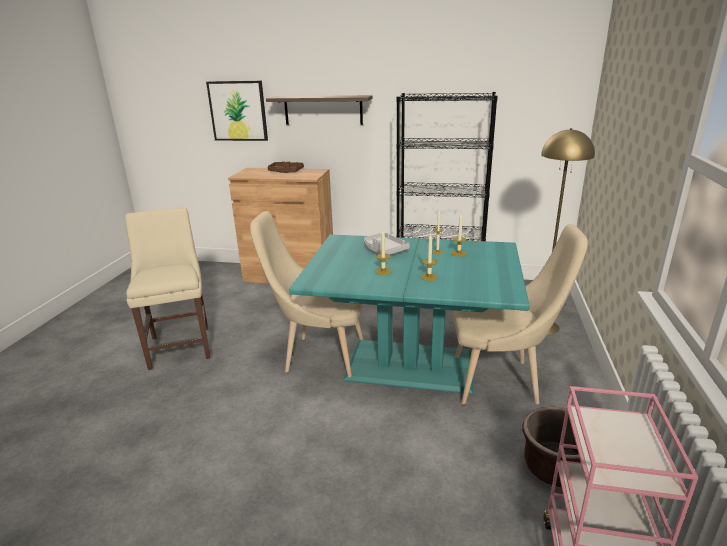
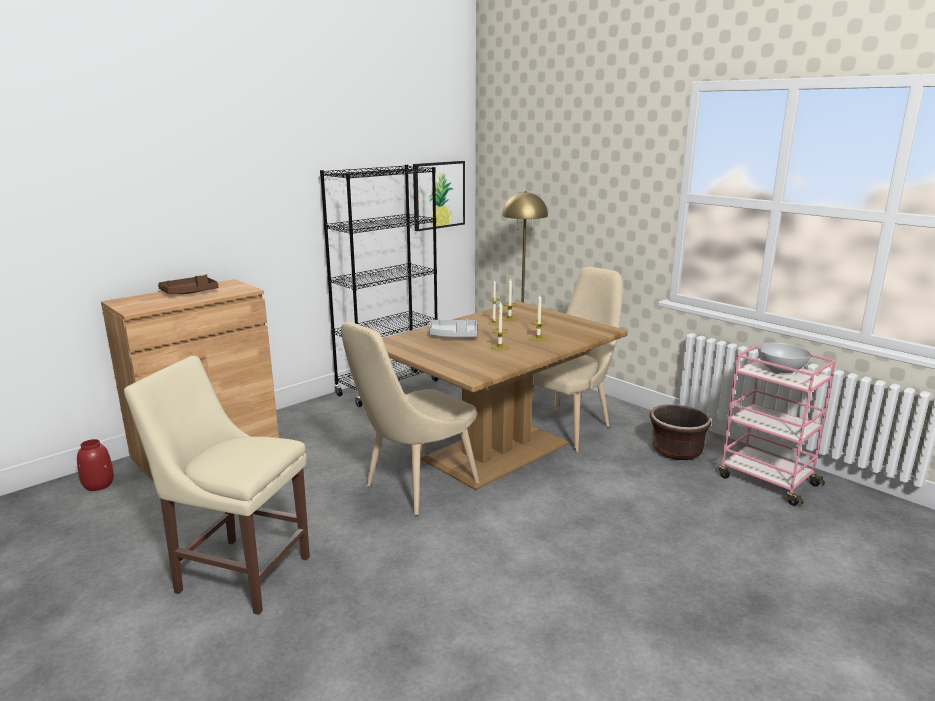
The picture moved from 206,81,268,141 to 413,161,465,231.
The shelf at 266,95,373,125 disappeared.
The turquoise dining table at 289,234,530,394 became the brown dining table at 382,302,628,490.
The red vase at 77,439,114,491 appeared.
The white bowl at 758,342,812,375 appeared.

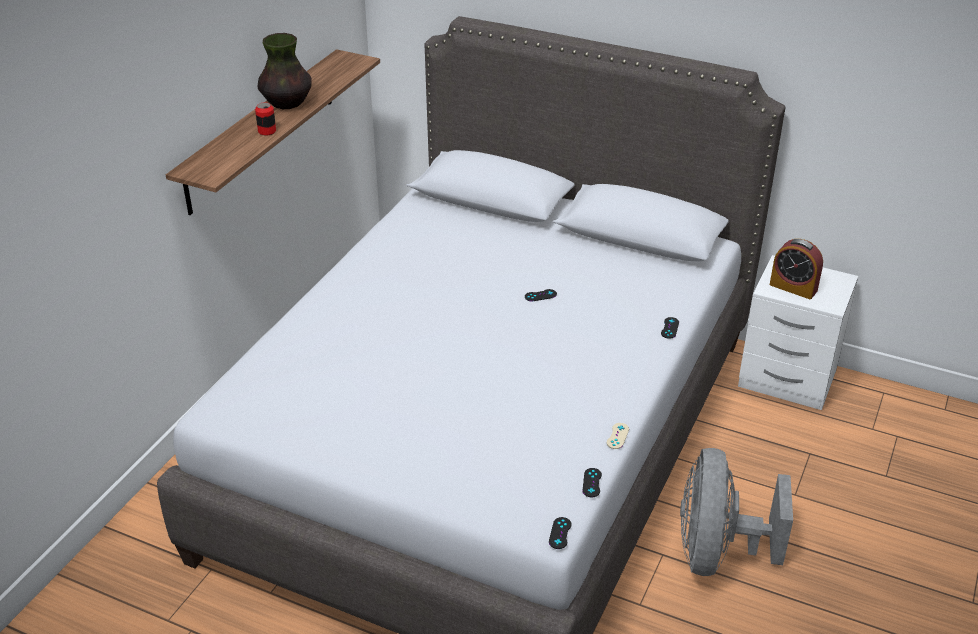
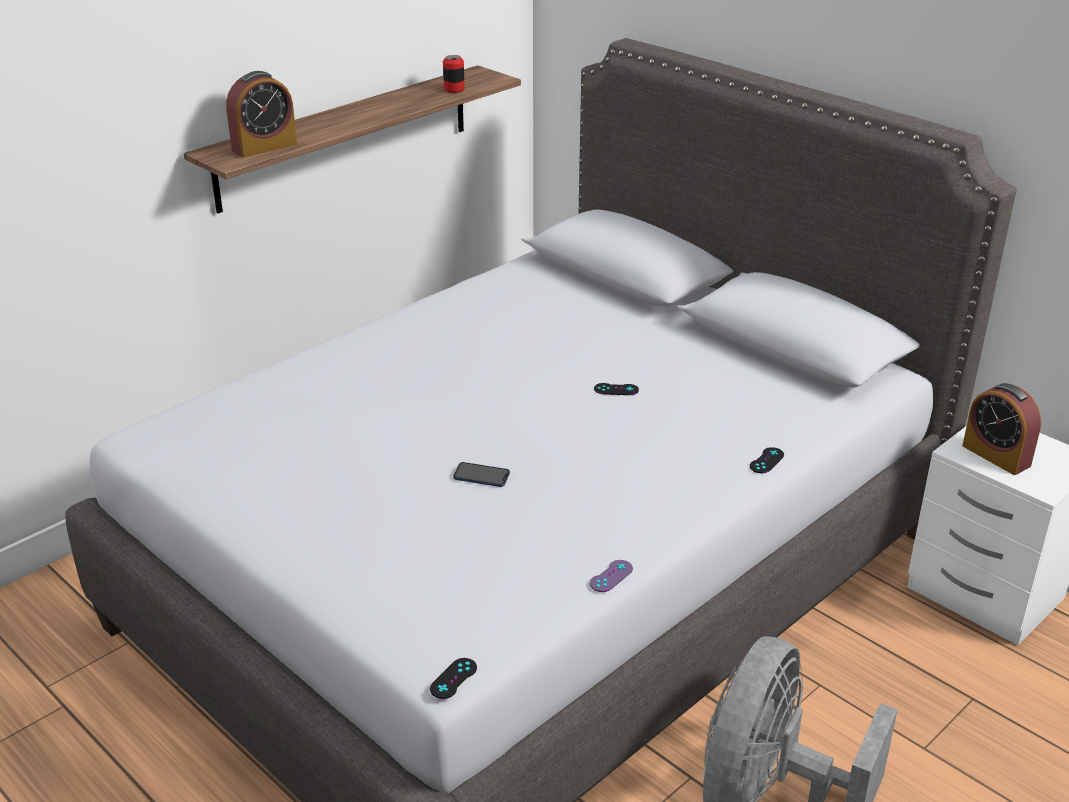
The can moved from 255,103,276,135 to 443,55,465,93.
The vase at 258,33,312,109 disappeared.
The black game controller at 582,468,602,497 disappeared.
The beige game controller at 607,423,629,449 became the purple game controller at 590,560,633,592.
The alarm clock at 226,71,297,158 appeared.
The phone at 453,462,510,487 appeared.

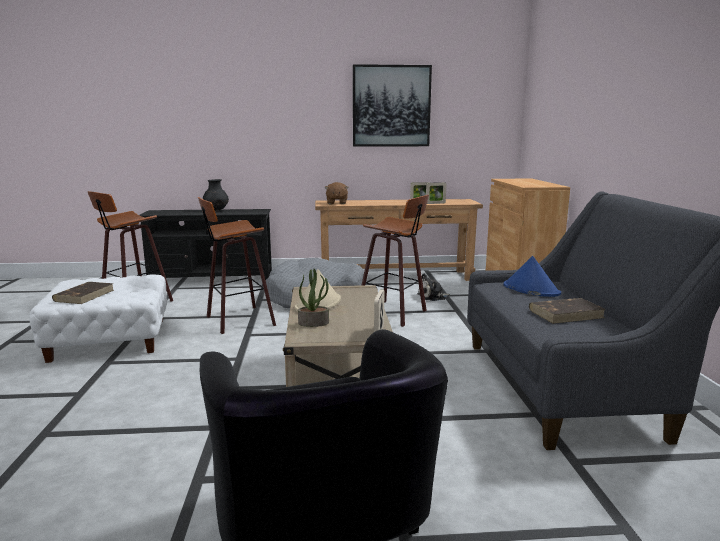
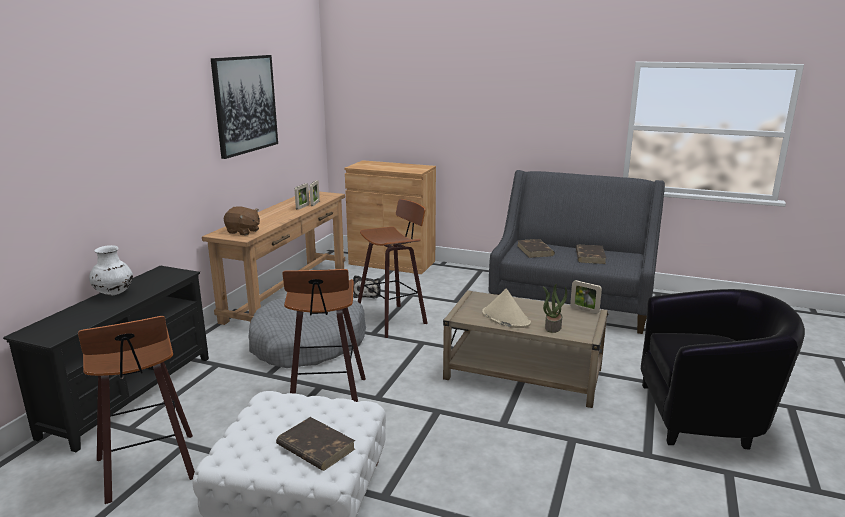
The black vase at 203,179,229,211 became the white vase at 89,245,133,295.
The blue hat at 504,256,561,297 was replaced by the brown book at 517,239,555,258.

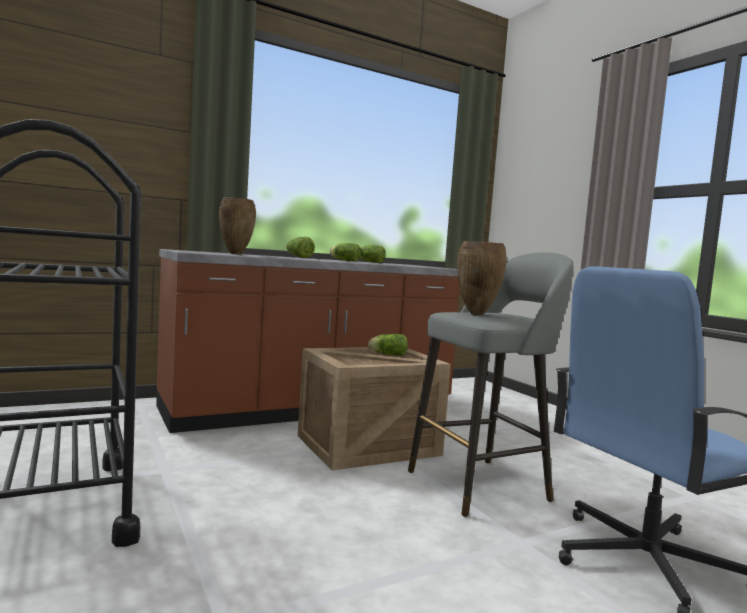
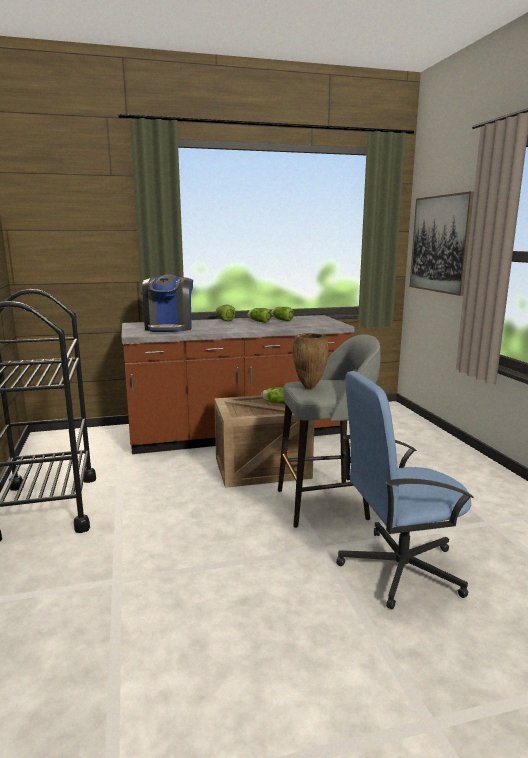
The brown vase at 219,197,256,255 was replaced by the coffee machine at 142,275,193,332.
The picture at 410,191,474,296 appeared.

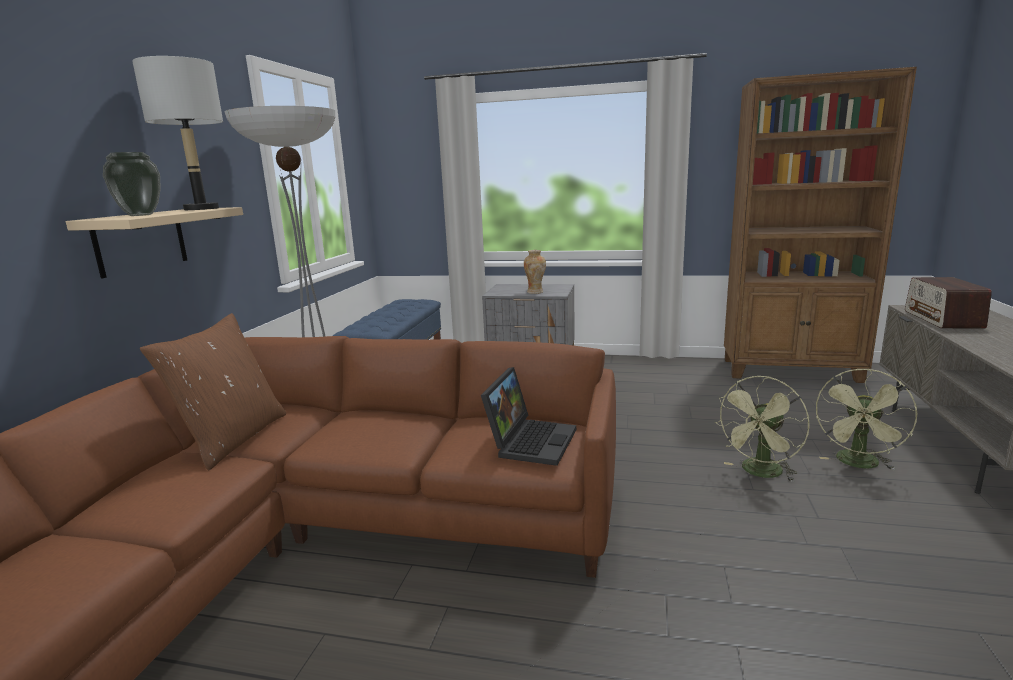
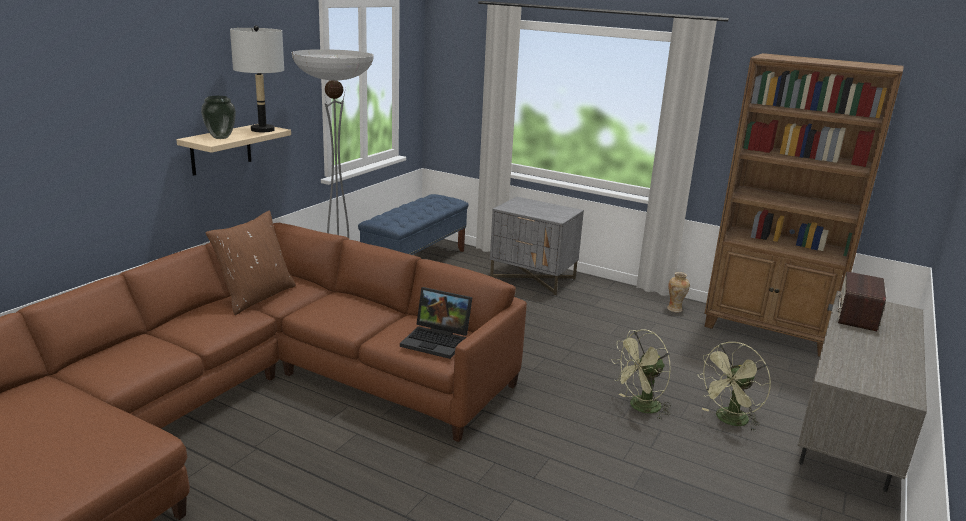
The laptop at 481,367,576,466 turned 75 degrees clockwise.
The vase moved from 524,250,546,294 to 667,272,690,313.

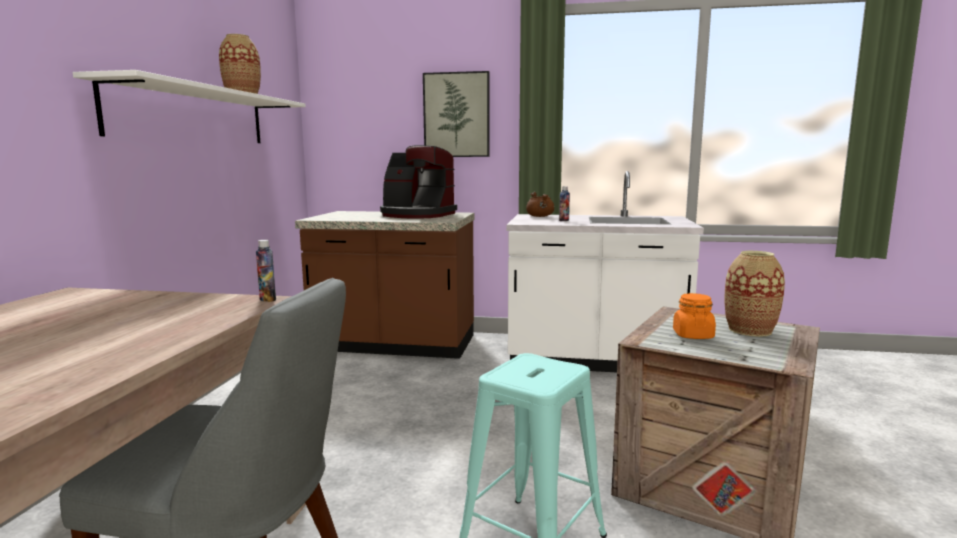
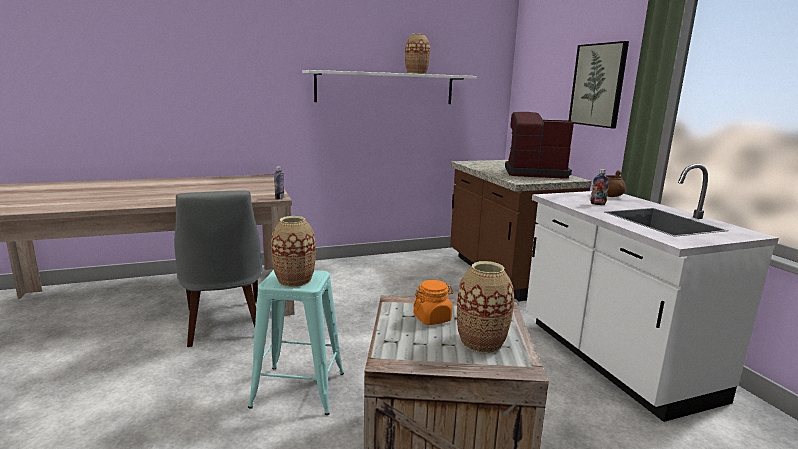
The coffee machine at 380,145,457,219 turned 105 degrees clockwise.
The vase at 271,216,316,287 appeared.

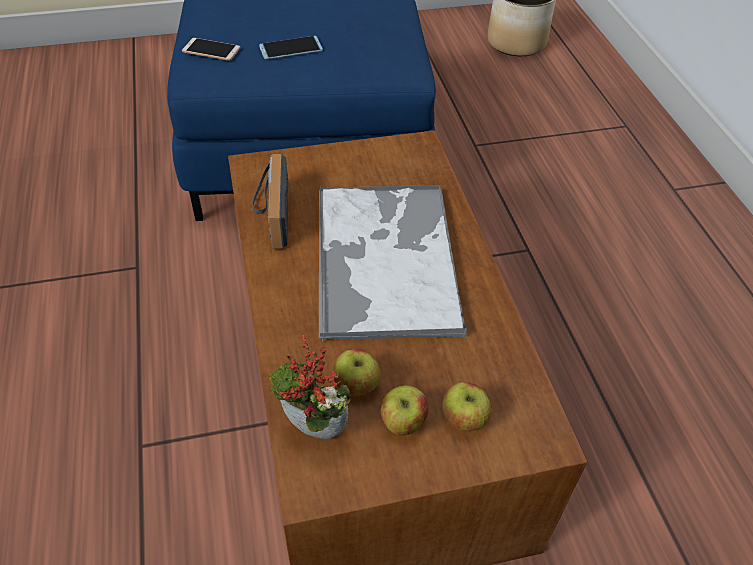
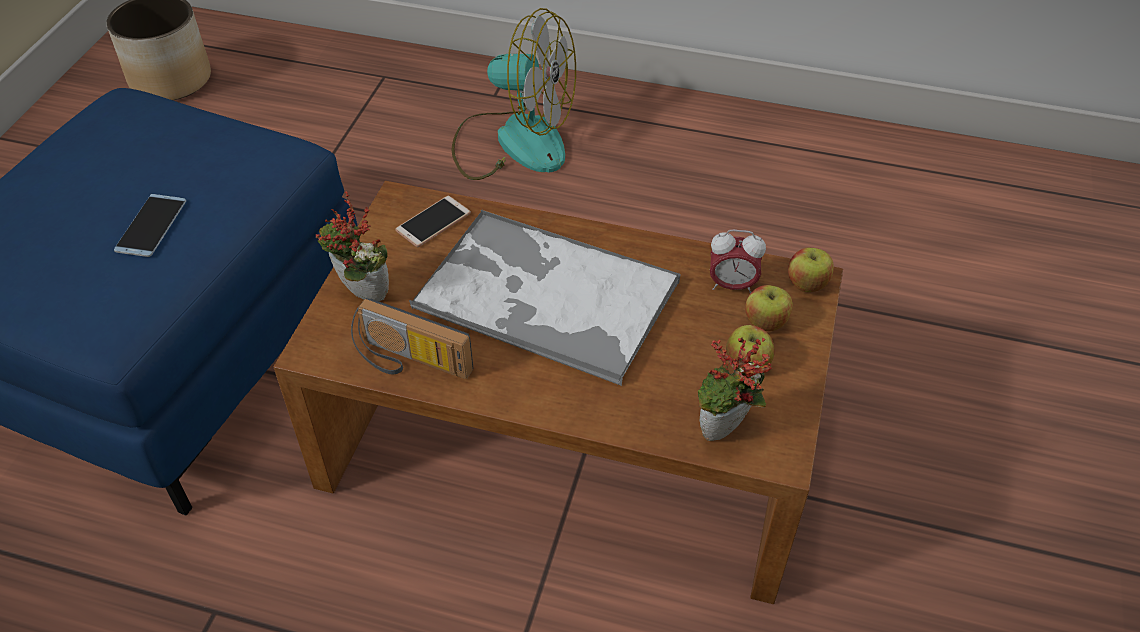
The phone moved from 182,38,241,61 to 395,196,471,247.
The apple moved from 333,349,381,396 to 788,248,834,292.
The potted plant at 316,191,389,301 appeared.
The fan at 452,8,576,180 appeared.
The alarm clock at 710,229,766,293 appeared.

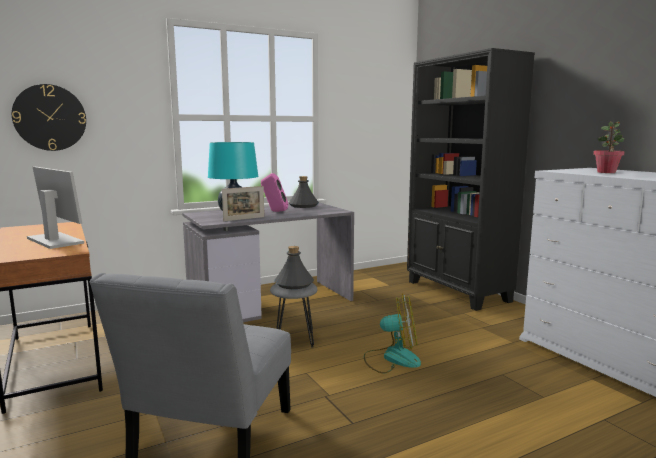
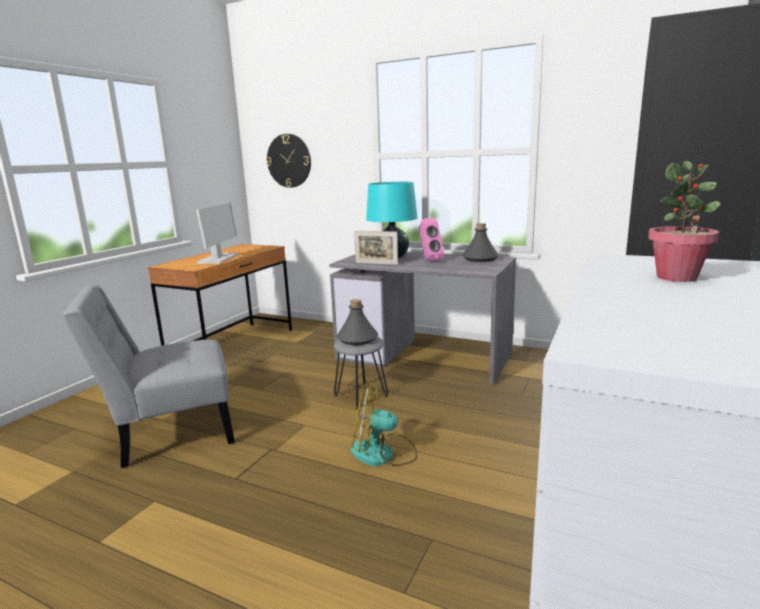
The fan at 364,293,421,373 turned 120 degrees clockwise.

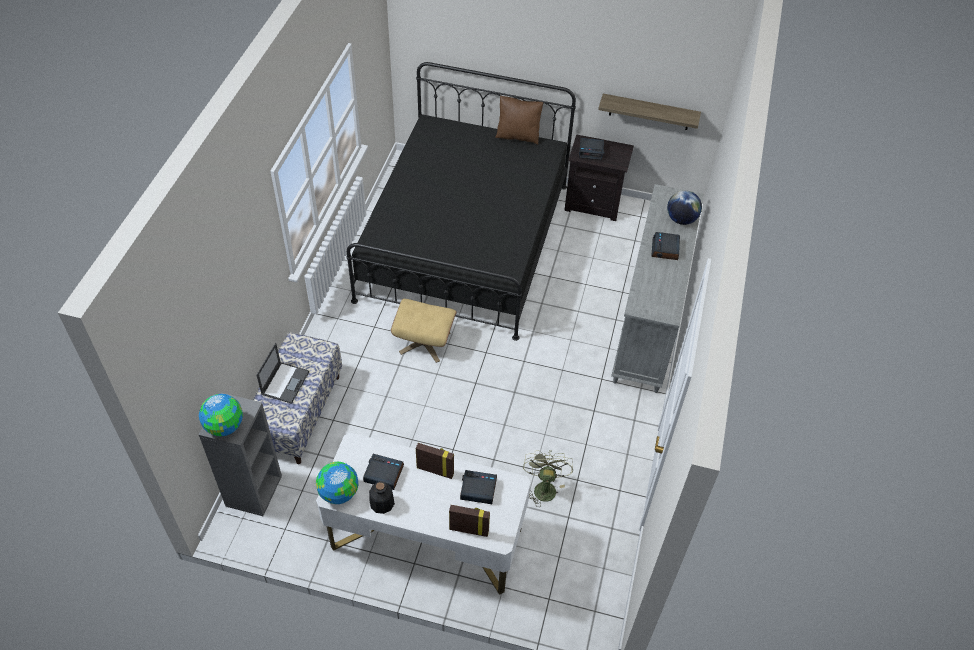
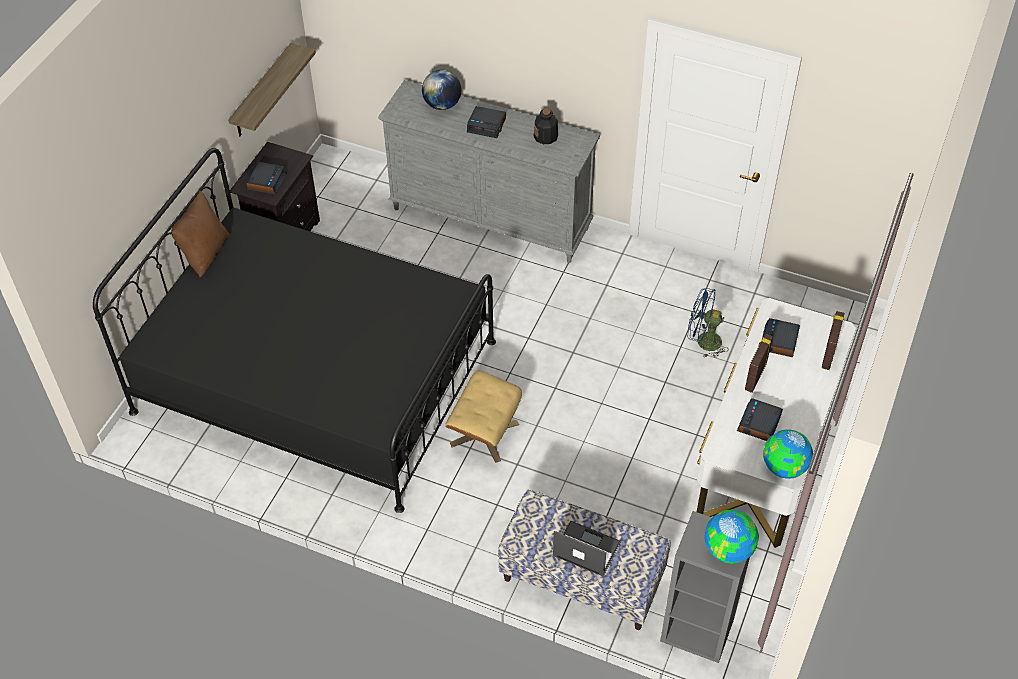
The bottle moved from 369,481,395,514 to 534,109,558,144.
The green fan at 523,450,573,507 became the blue fan at 688,288,729,358.

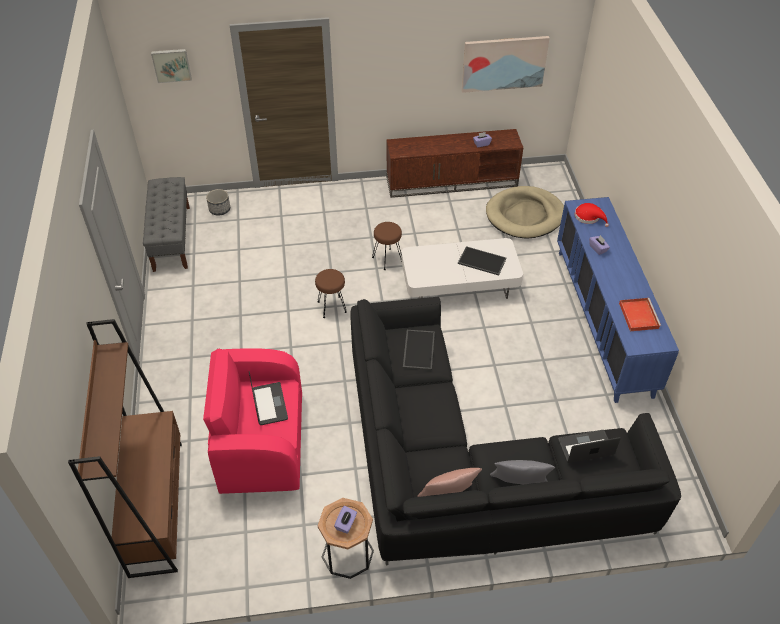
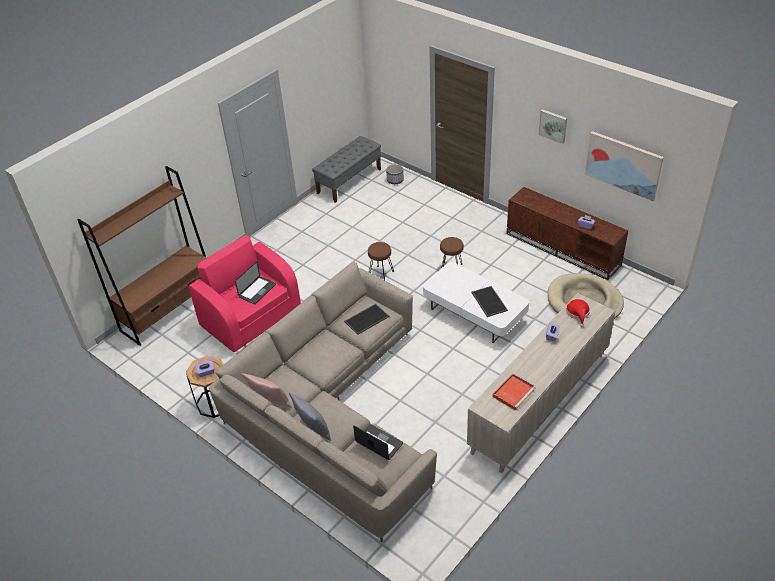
The picture moved from 151,49,192,83 to 538,109,567,144.
The black sofa at 351,297,681,566 became the beige sofa at 209,262,437,542.
The blue cabinet at 557,197,679,403 became the beige cabinet at 467,293,615,473.

